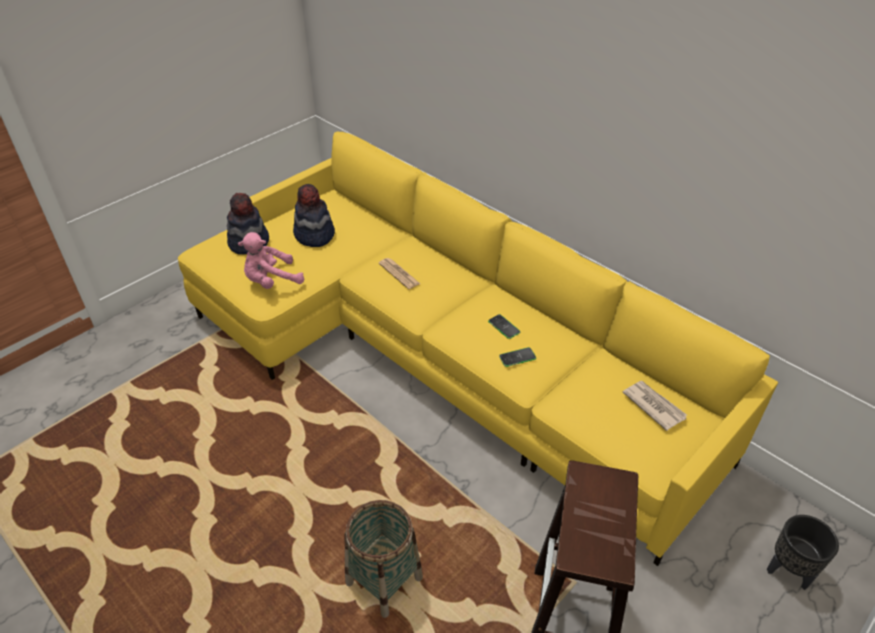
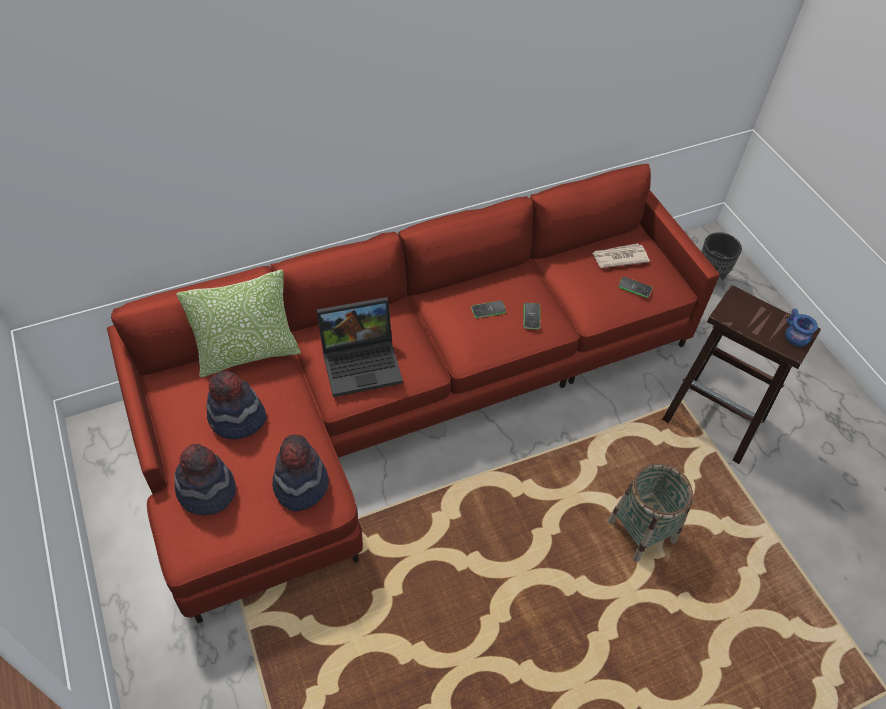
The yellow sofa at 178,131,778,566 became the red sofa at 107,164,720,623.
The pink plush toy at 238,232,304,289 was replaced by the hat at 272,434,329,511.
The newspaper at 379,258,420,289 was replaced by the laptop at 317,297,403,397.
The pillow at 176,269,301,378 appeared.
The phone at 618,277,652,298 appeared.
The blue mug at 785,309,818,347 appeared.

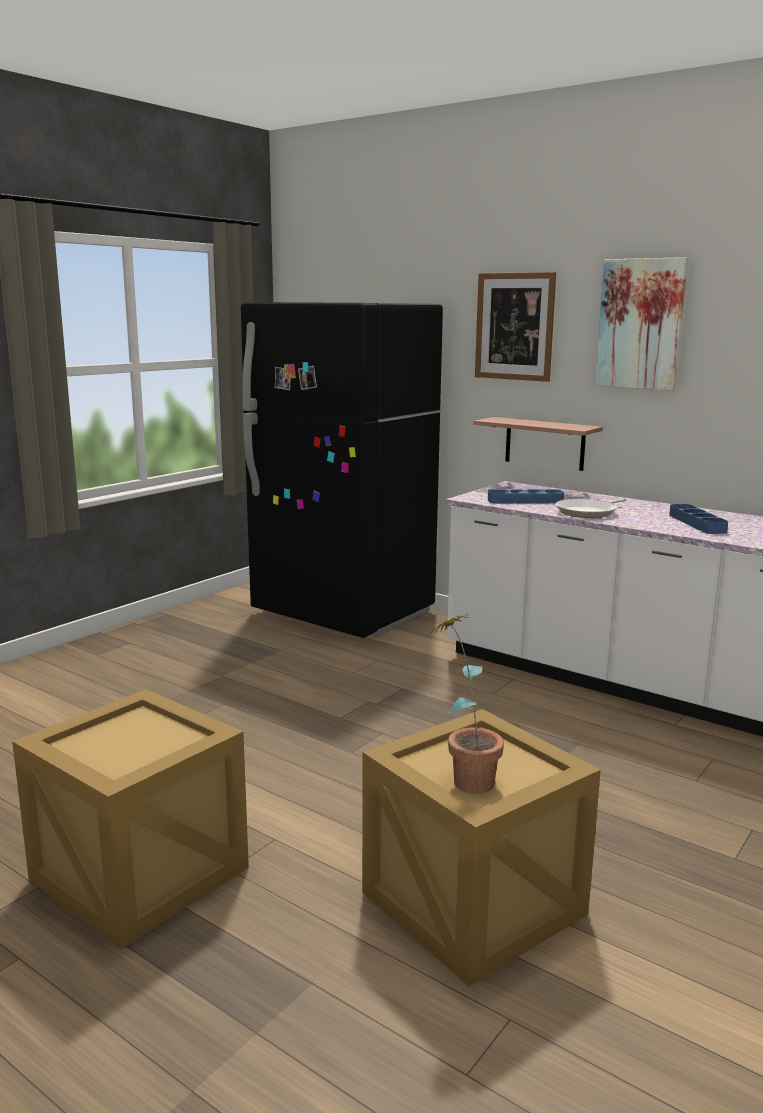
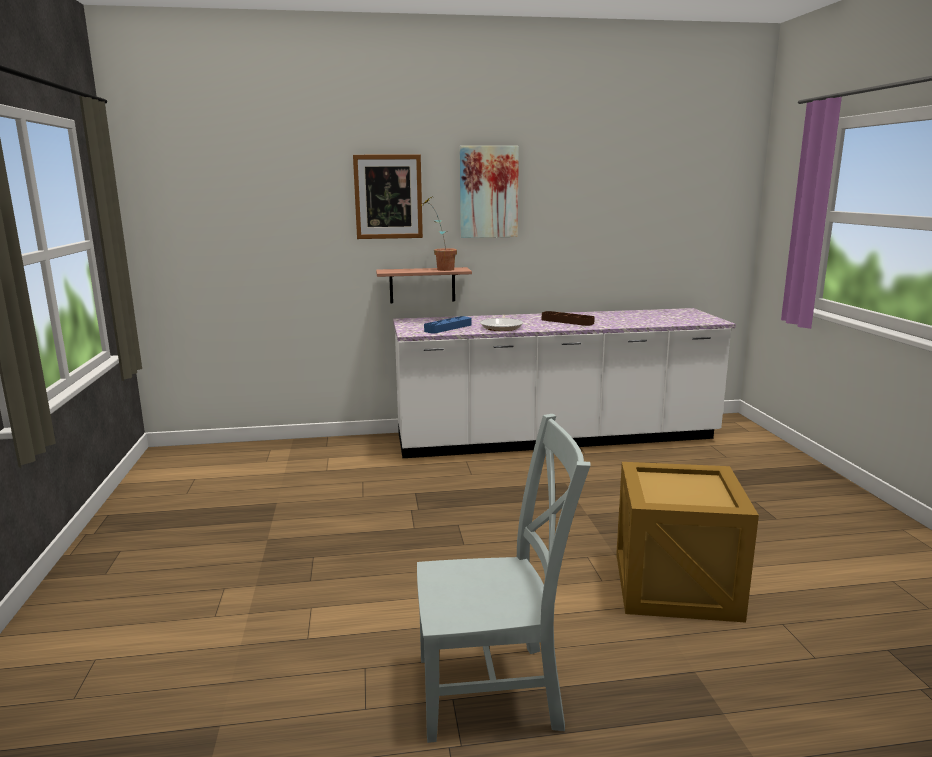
The crate at 12,689,249,949 was replaced by the grey chair at 417,414,591,743.
The black fridge at 241,302,443,638 disappeared.
The potted plant moved from 433,613,504,794 to 421,196,457,271.
The blue tray at 669,504,728,534 became the brown tray at 542,311,595,326.

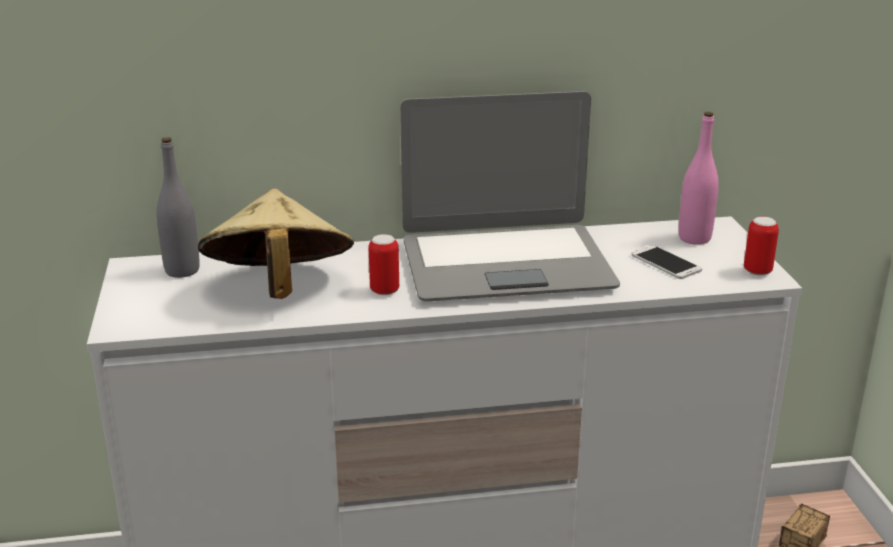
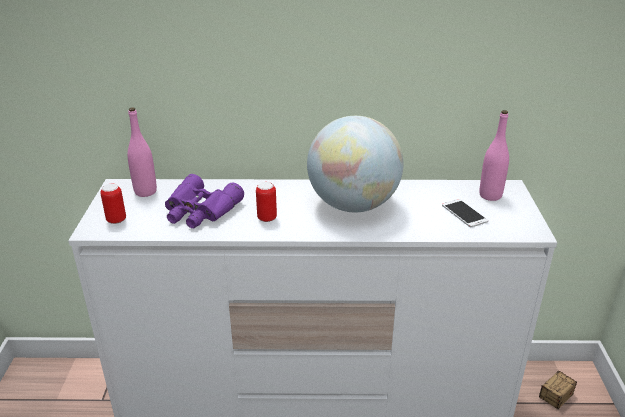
The grey bottle at 156,137,200,278 became the pink bottle at 127,107,157,197.
The beige hat at 198,189,354,299 was replaced by the purple binoculars at 165,174,244,228.
The laptop at 400,91,620,301 was replaced by the globe at 307,116,404,212.
The can moved from 744,216,779,276 to 100,184,126,224.

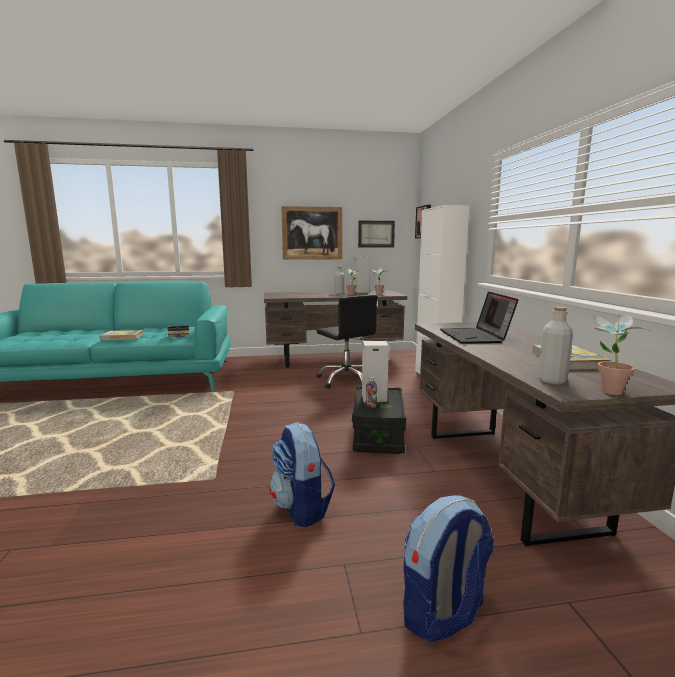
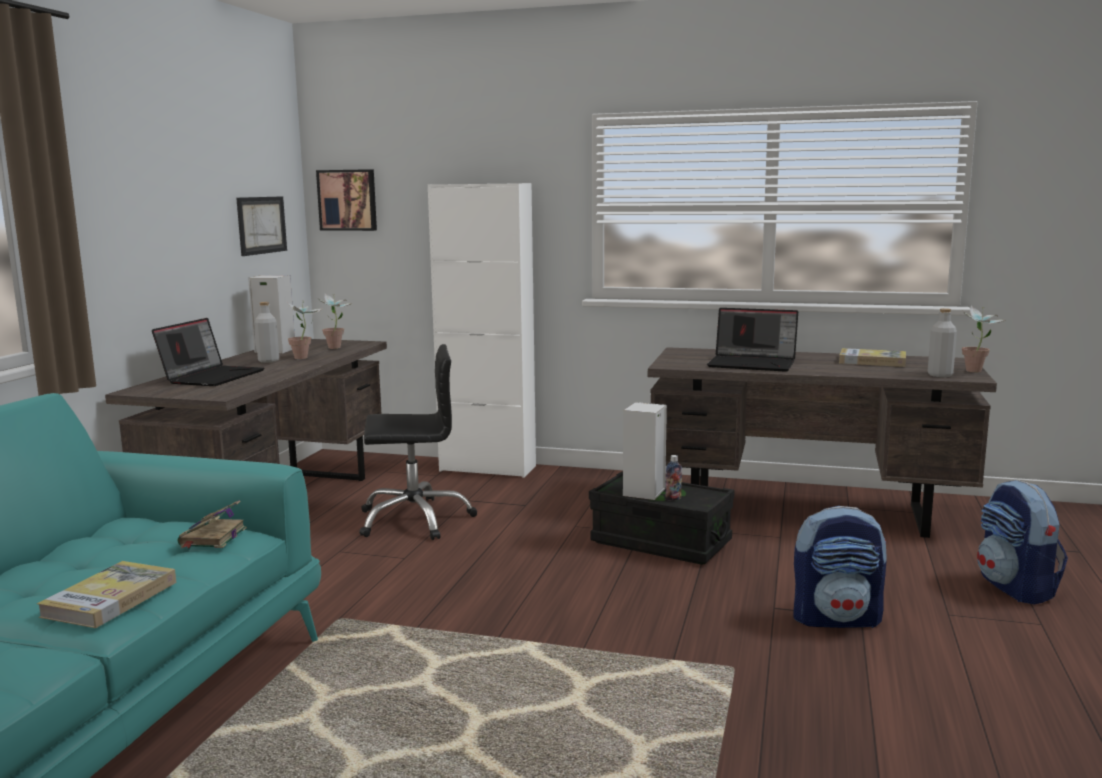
The picture at 281,206,342,260 disappeared.
The laptop at 152,318,264,386 appeared.

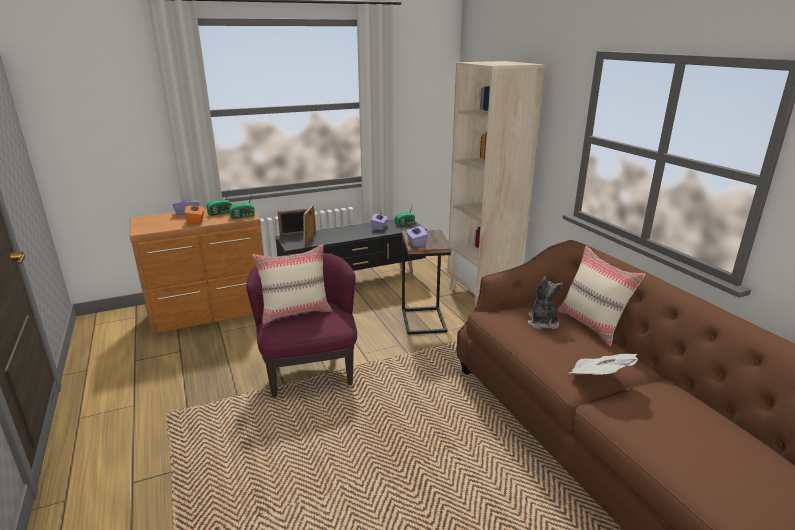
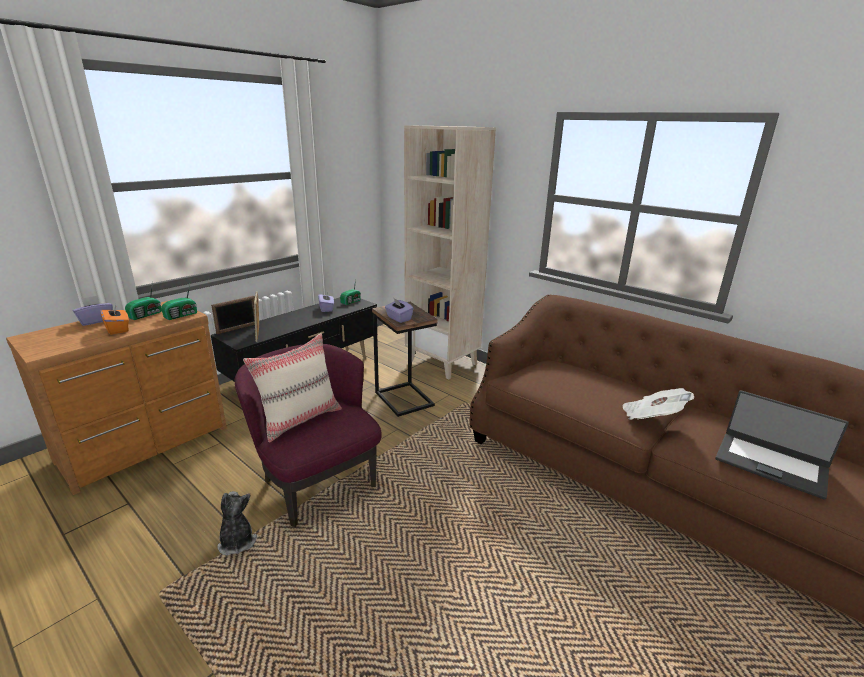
The plush toy moved from 527,276,563,329 to 217,491,257,555.
The beige pillow at 557,246,645,346 disappeared.
The laptop at 715,390,849,500 appeared.

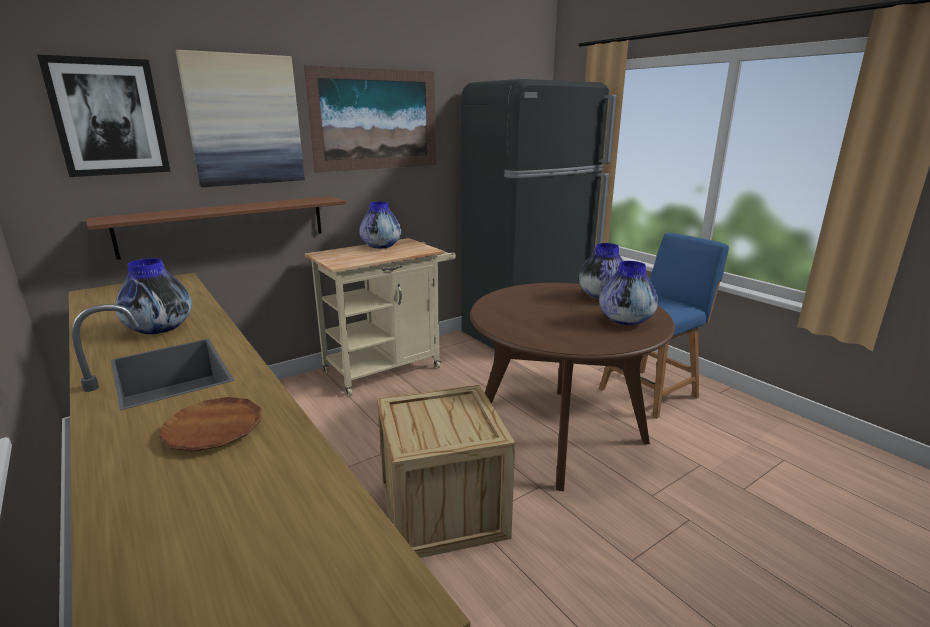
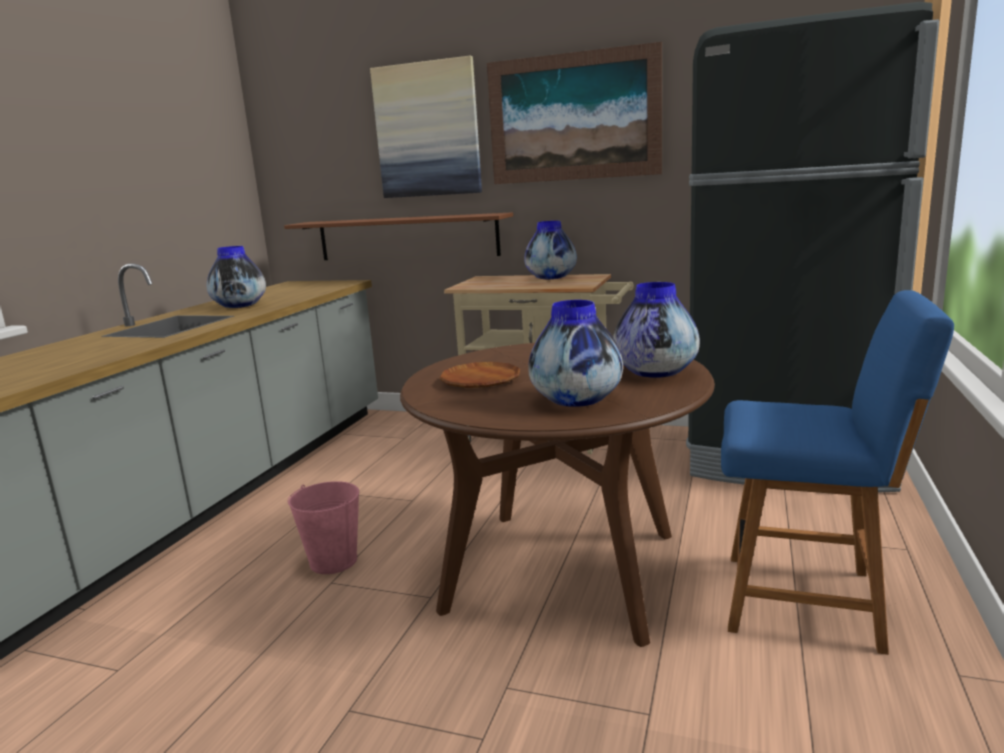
The picture at 37,55,171,177 disappeared.
The brown plate moved from 159,397,261,452 to 439,362,520,388.
The crate at 377,385,515,558 was replaced by the pink bucket at 287,481,359,574.

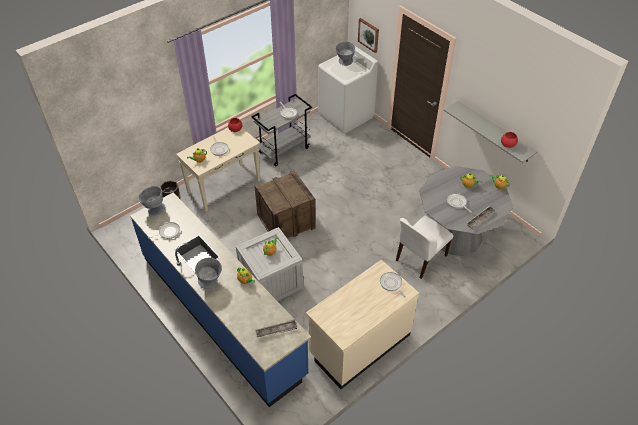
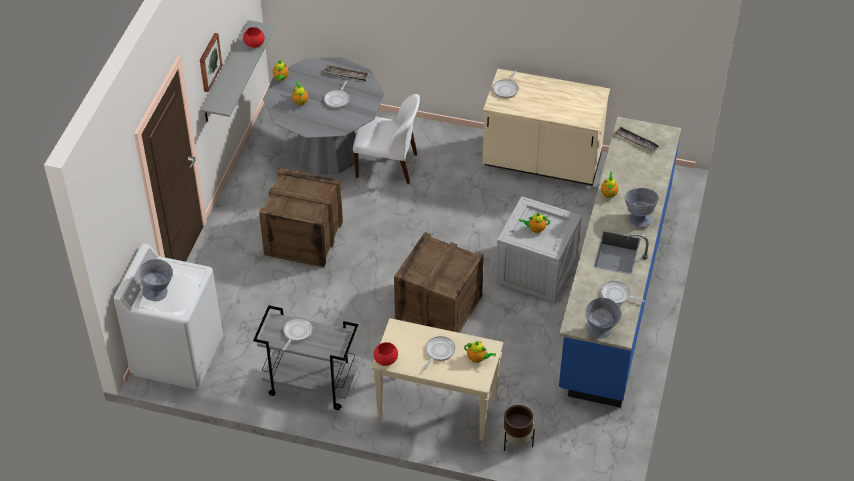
The picture moved from 358,18,379,53 to 200,33,222,92.
The crate at 259,168,343,267 appeared.

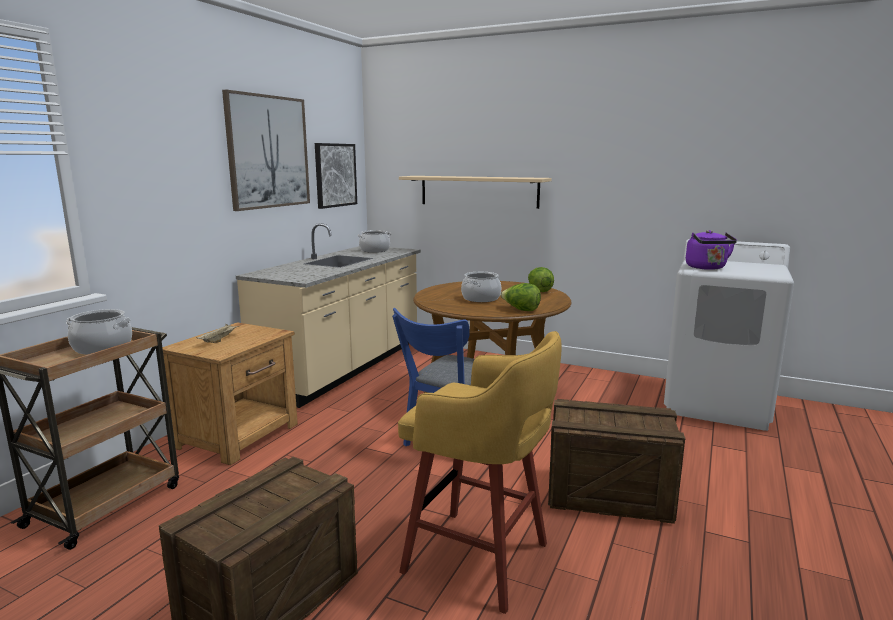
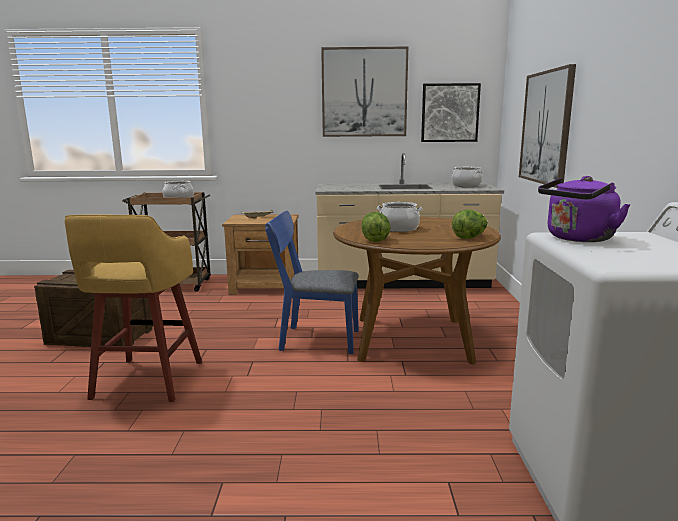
The beige shelf at 399,176,552,209 was replaced by the picture at 519,64,576,188.
The crate at 548,399,685,524 disappeared.

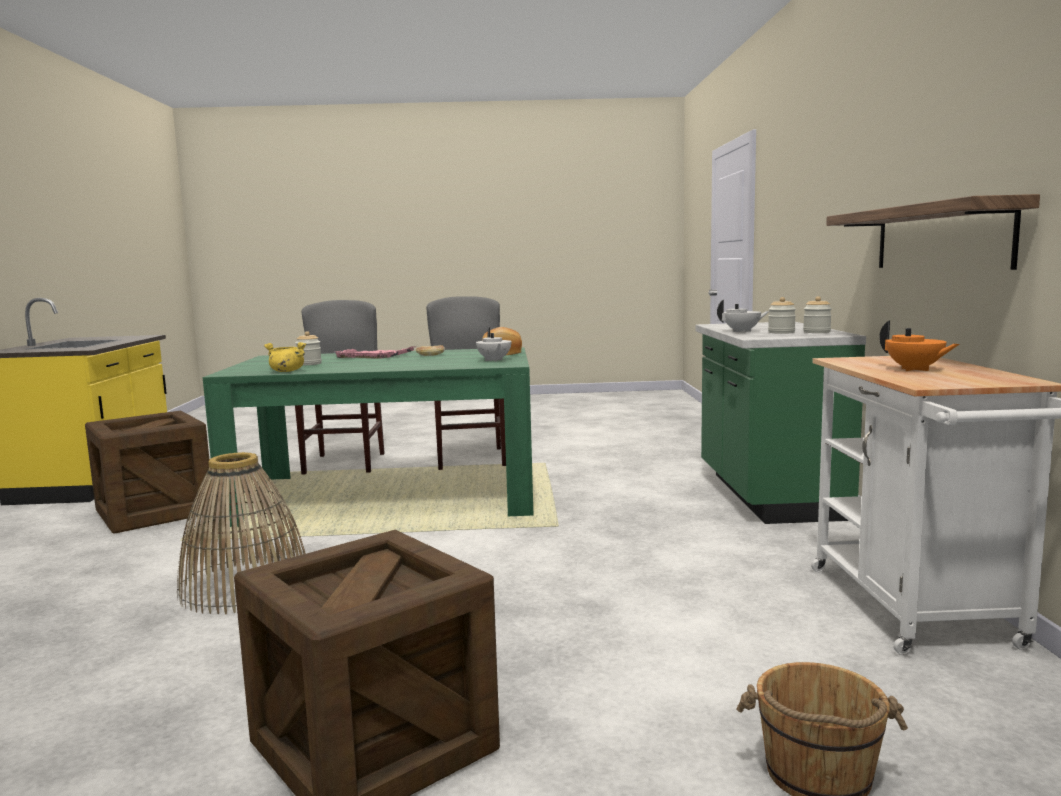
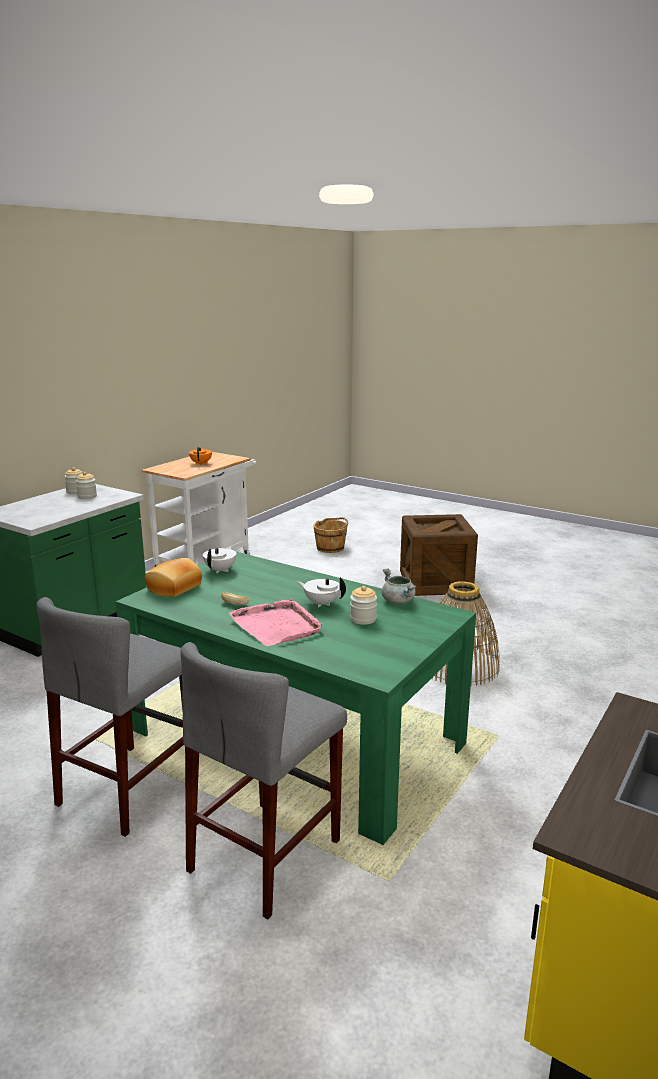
The crate at 85,411,212,534 disappeared.
The yellow cooking pot at 264,342,306,372 became the grey cooking pot at 382,569,416,604.
The white teapot moved from 717,300,769,333 to 297,577,346,607.
The shelf at 826,194,1040,270 disappeared.

